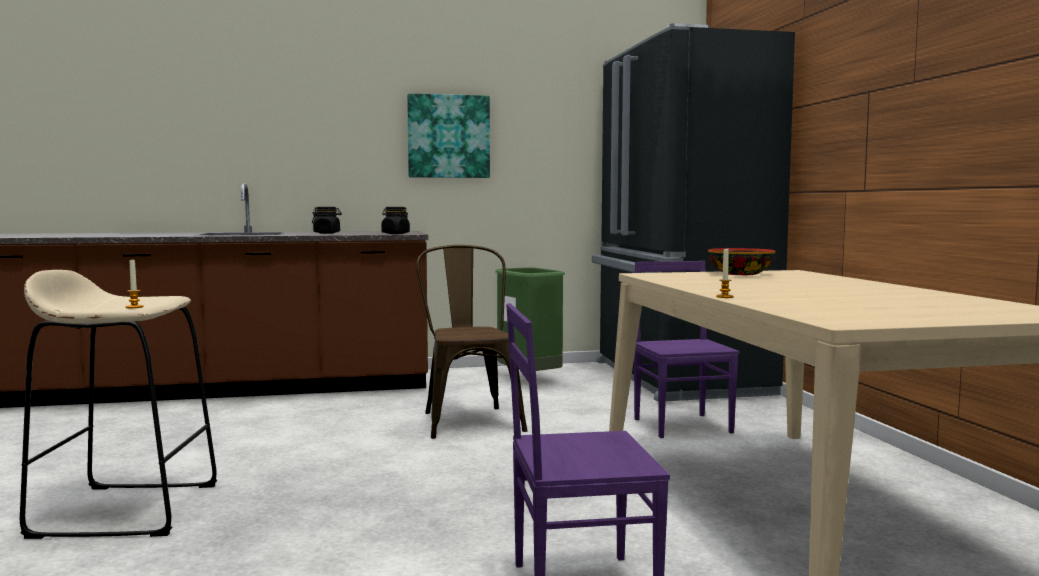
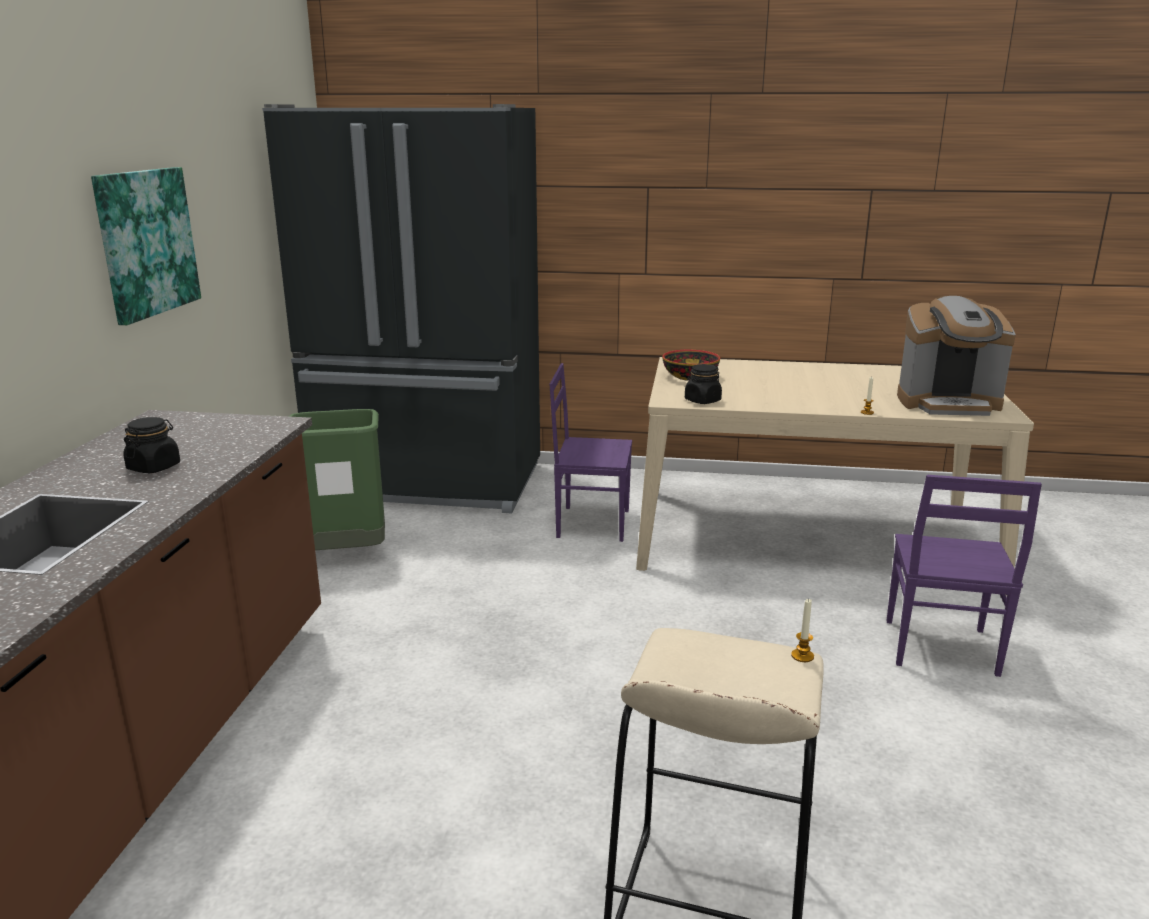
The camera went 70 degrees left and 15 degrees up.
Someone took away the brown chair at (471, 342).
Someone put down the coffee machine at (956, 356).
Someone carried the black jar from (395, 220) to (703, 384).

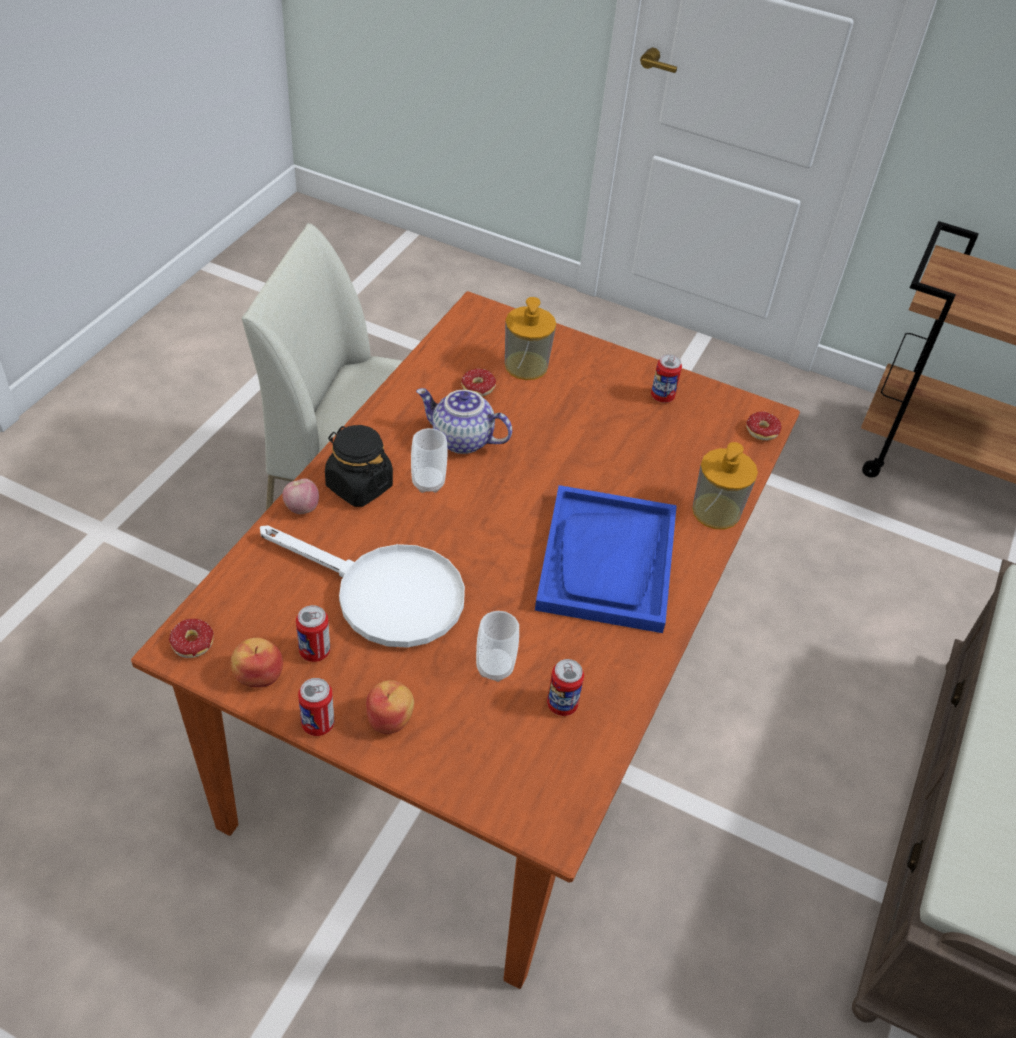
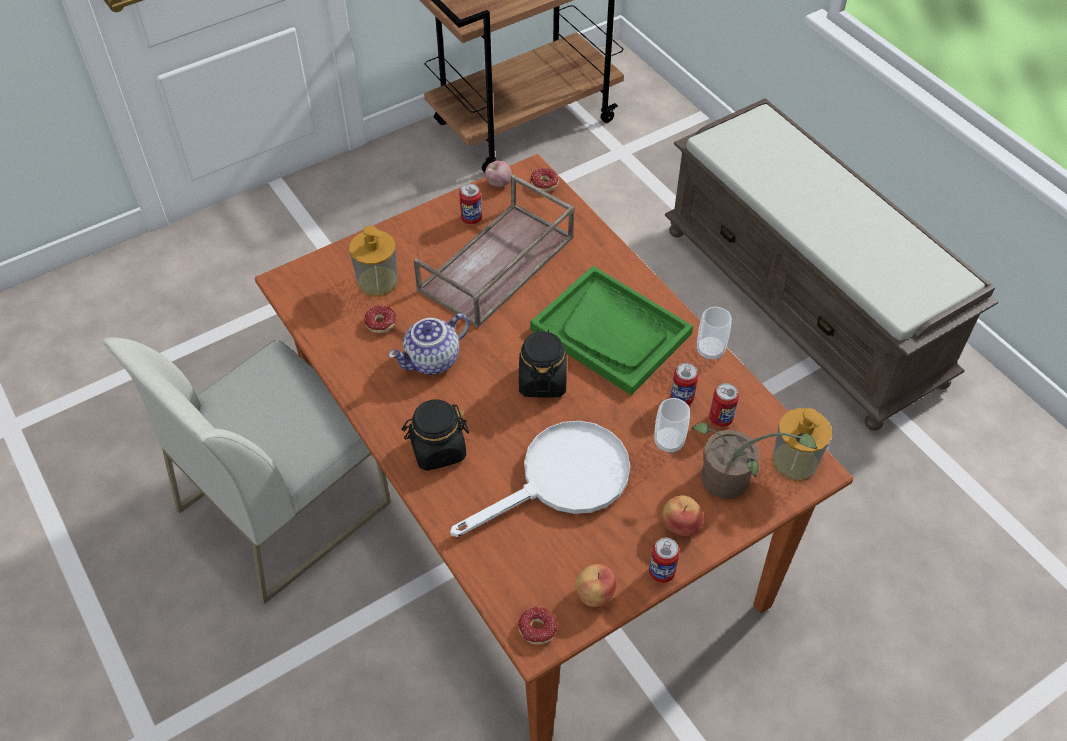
The camera went 55 degrees left and 5 degrees up.
Someone put down the brown tray at (494, 251).
Someone put down the black jar at (543, 363).
Someone put down the potted plant at (754, 460).
Someone carried the apple from (300, 496) to (498, 174).
Someone carried the can from (313, 633) to (684, 384).
Someone carried the cup from (429, 460) to (714, 333).
Someone carried the soap dispenser from (725, 485) to (802, 444).
Someone repainted the blue tray at (606, 559), which became the green tray at (611, 330).

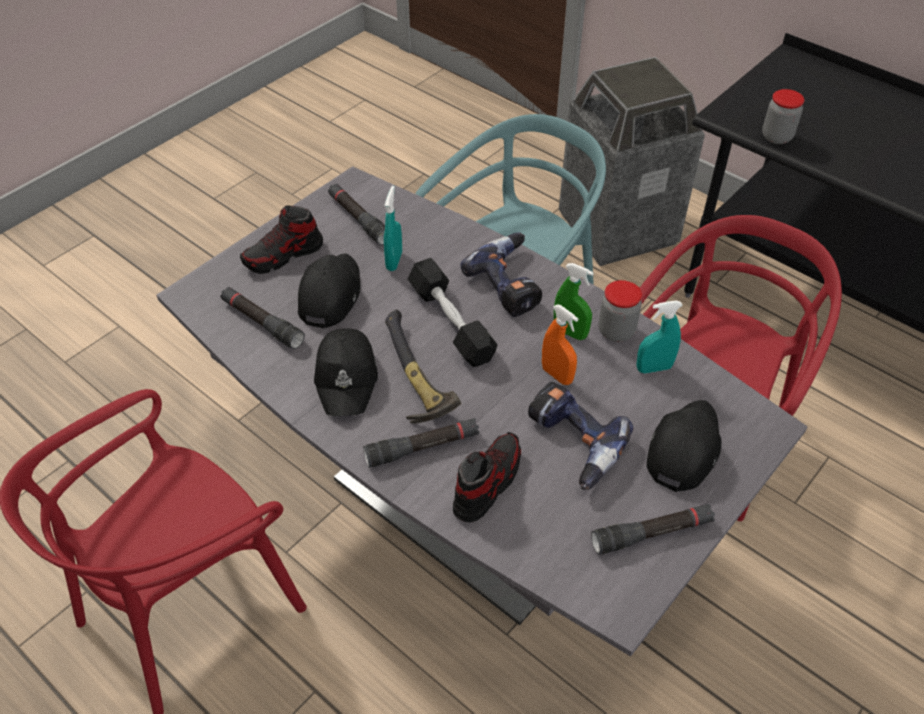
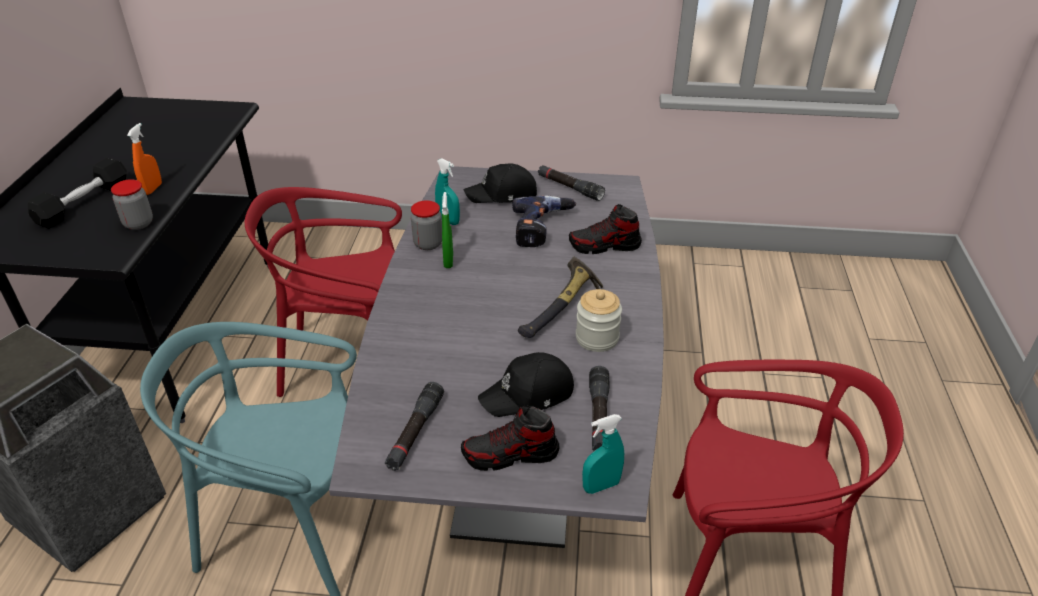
The camera went 125 degrees left and 10 degrees down.
Someone took away the black flashlight at (421, 443).
Someone took away the power drill at (501, 274).
Someone carried the turquoise spray bottle from (393, 228) to (603, 454).
Someone carried the black dumbbell from (452, 312) to (77, 193).
Someone carried the orange spray bottle from (560, 344) to (144, 159).
Someone swapped the black cap at (346, 372) for the jar at (599, 320).
Someone rotated the shoe at (281, 239) by 150 degrees clockwise.

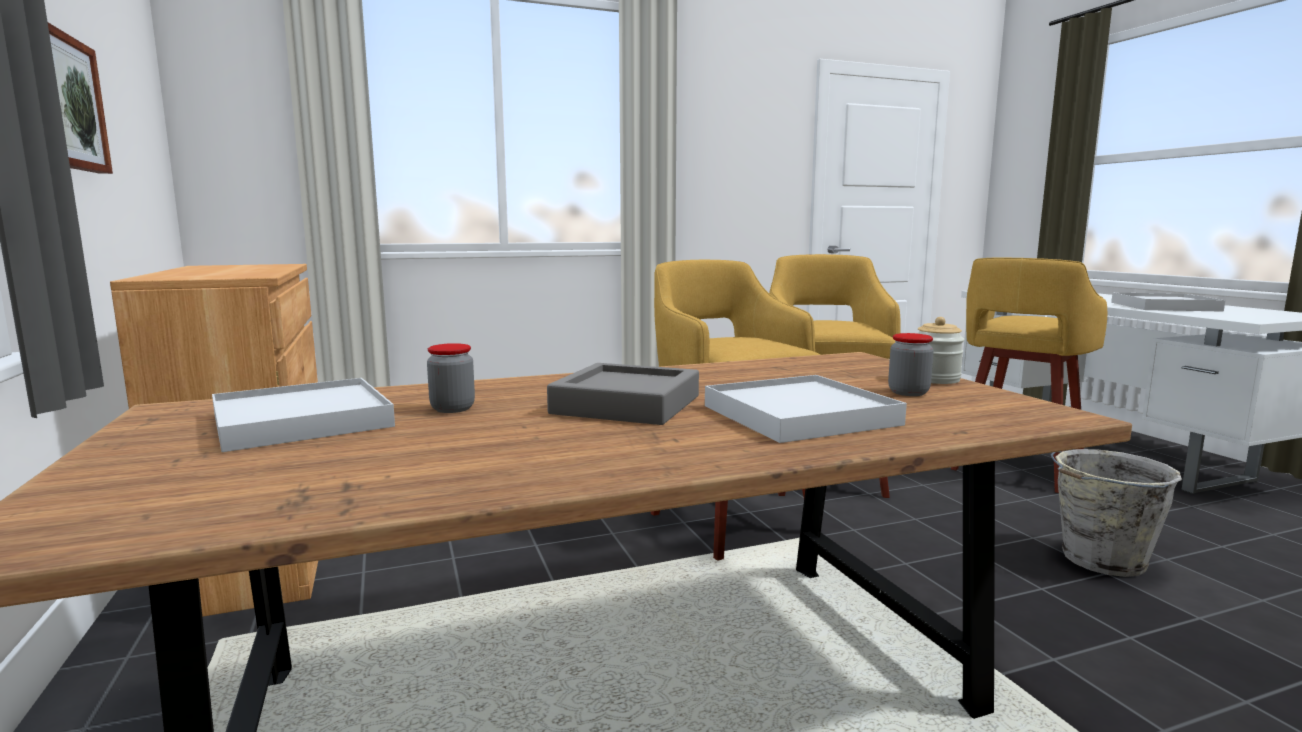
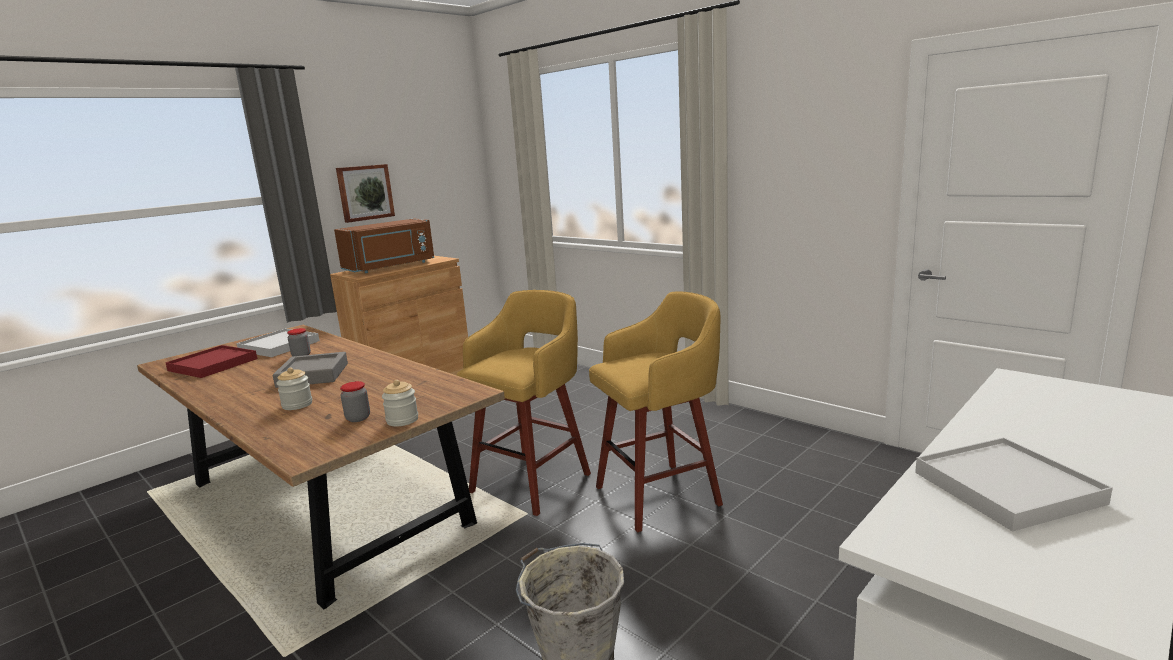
The camera went 65 degrees right and 5 degrees up.
Someone took away the yellow stool at (1029, 375).
Someone put down the red tray at (211, 361).
Someone put down the brown microwave at (384, 246).
Someone swapped the white tray at (806, 409) for the jar at (294, 389).

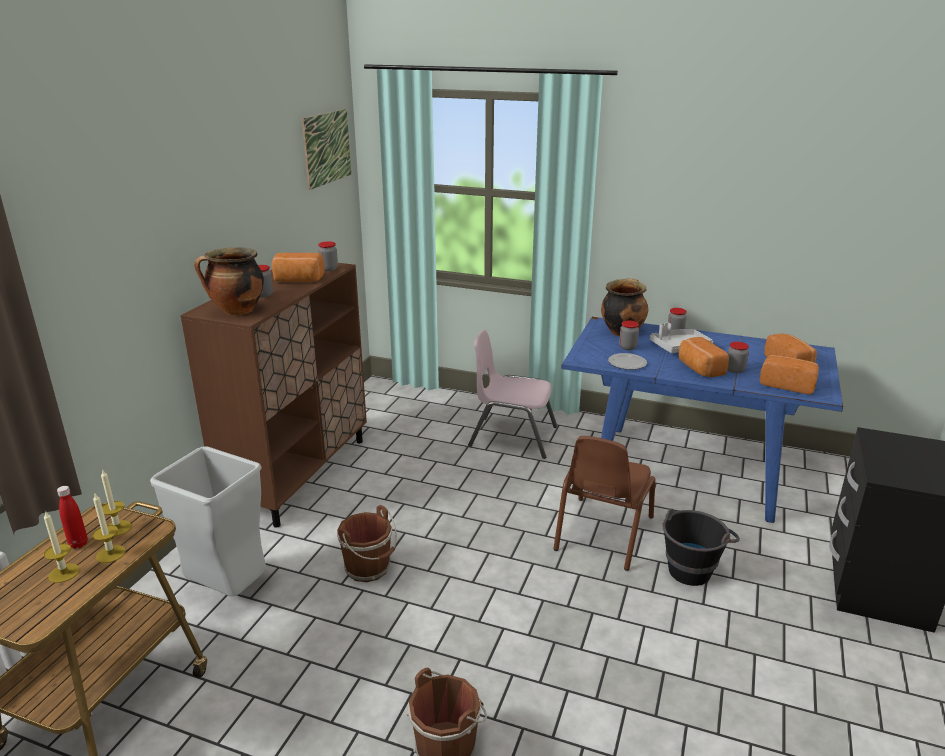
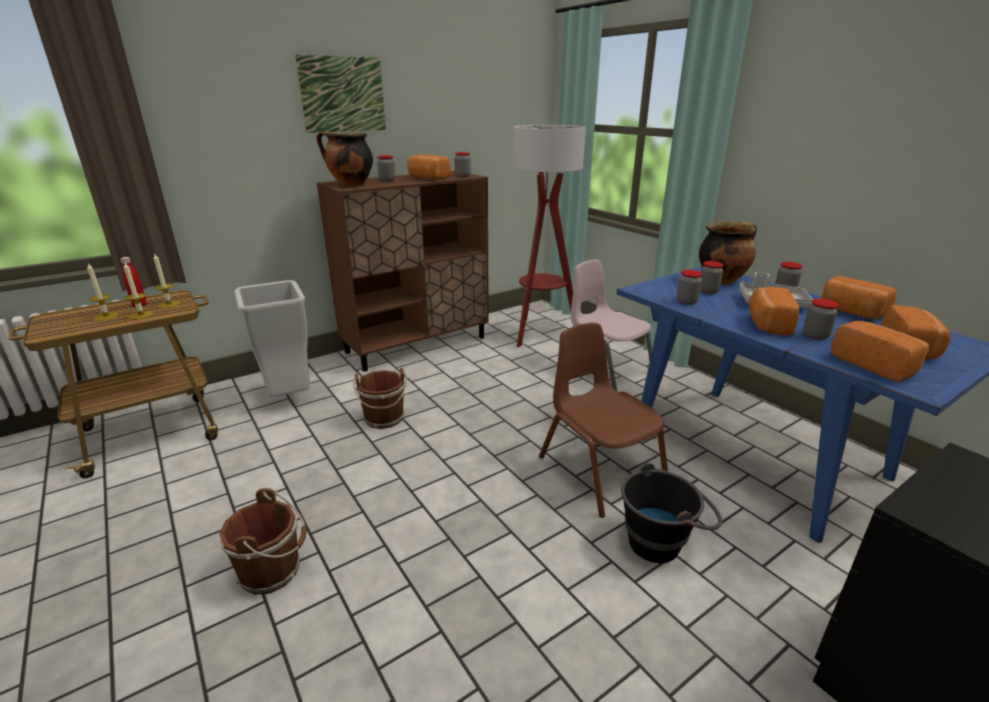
The camera went 35 degrees right and 0 degrees up.
Someone put down the floor lamp at (549, 236).
Someone put down the bread at (859, 297).
Someone carried the picture from (326, 149) to (340, 94).
Someone swapped the plate at (627, 361) for the jar at (690, 287).
Someone rotated the brown chair at (604, 503) by 90 degrees clockwise.

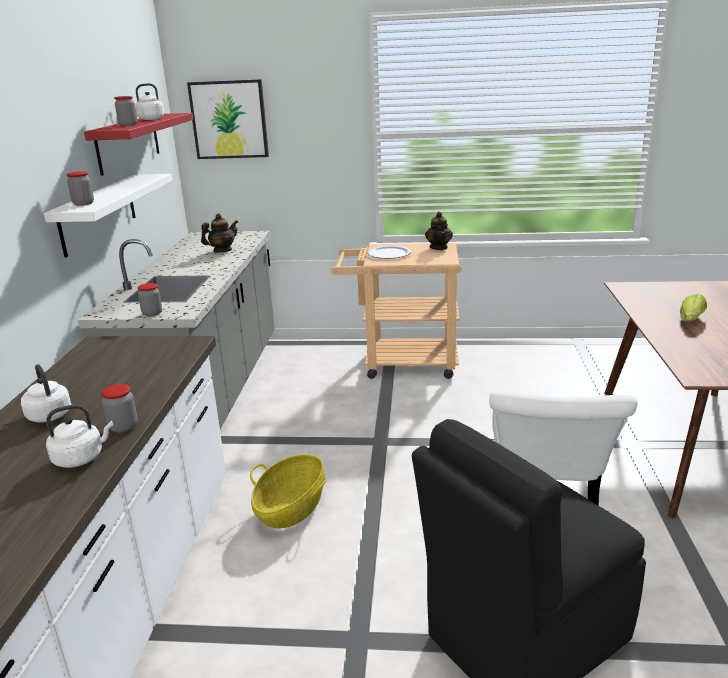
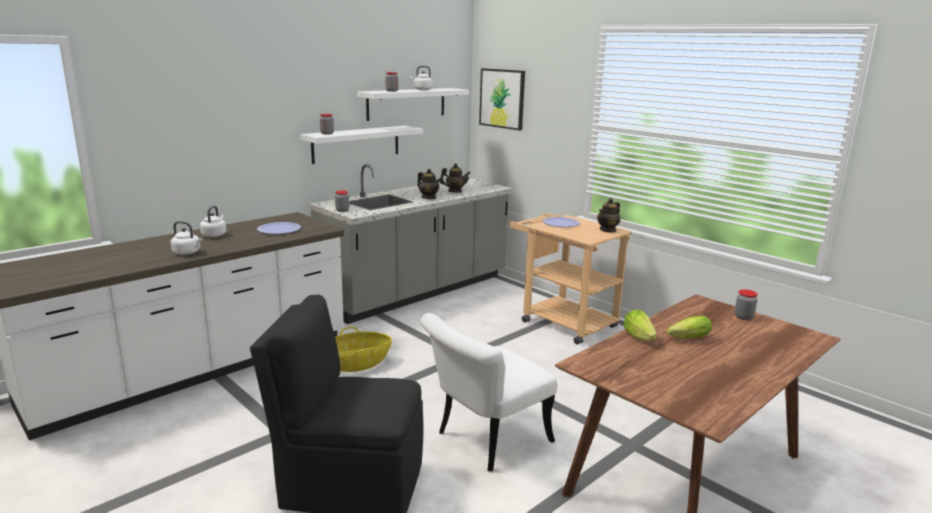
The camera went 40 degrees right and 5 degrees down.
Someone put down the plate at (279, 228).
Someone put down the teapot at (429, 184).
Someone put down the lettuce at (640, 325).
Someone carried the jar from (119, 408) to (746, 304).
Someone repainted the red shelf at (139, 144), which became the white shelf at (413, 104).

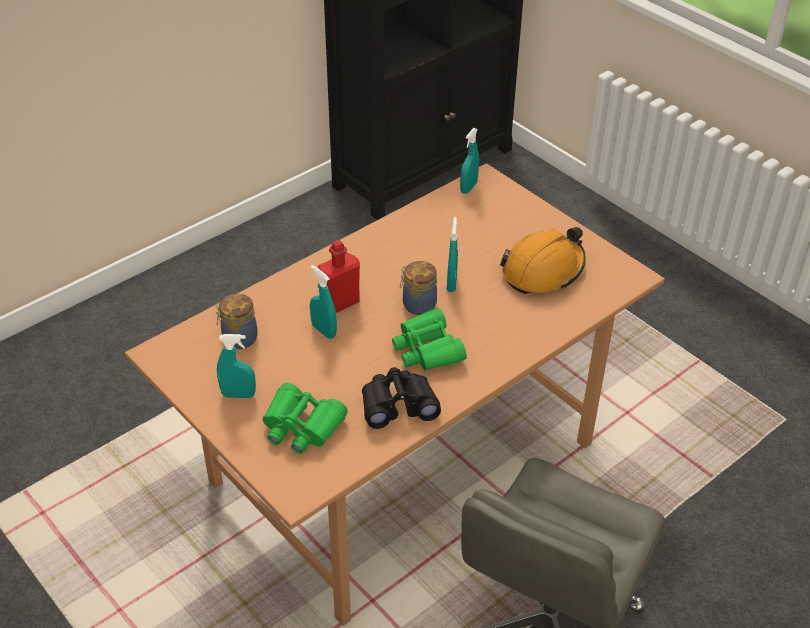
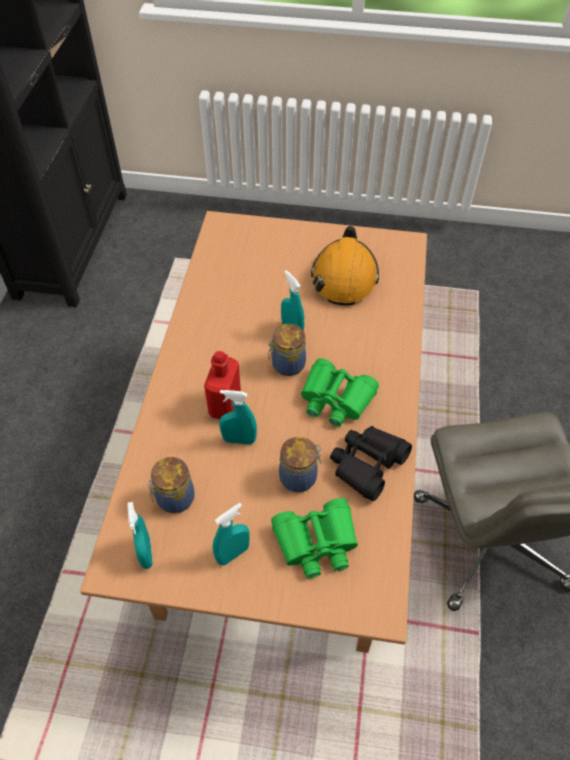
The camera went 40 degrees left and 10 degrees up.
Someone put down the jar at (300, 465).
Someone carried the turquoise spray bottle from (469, 161) to (140, 535).

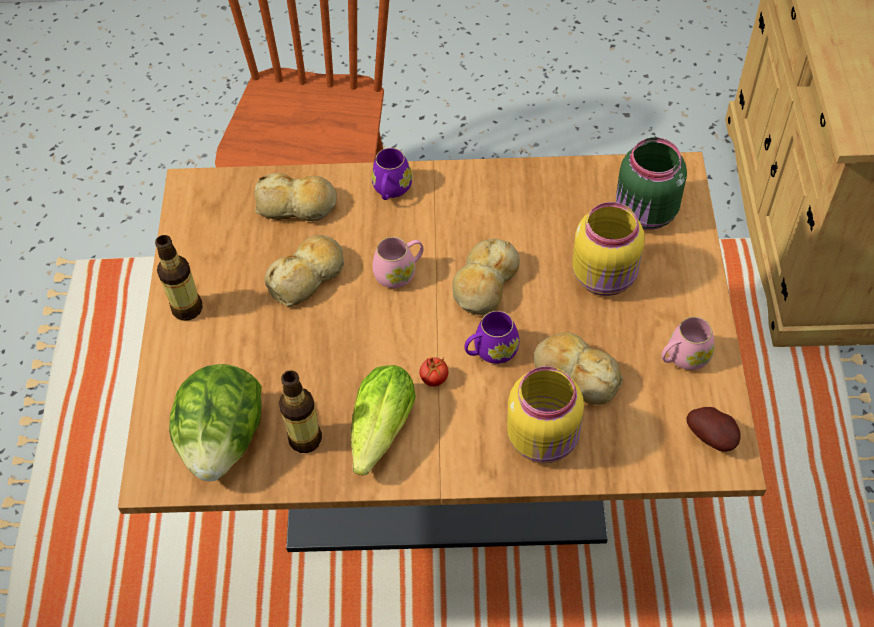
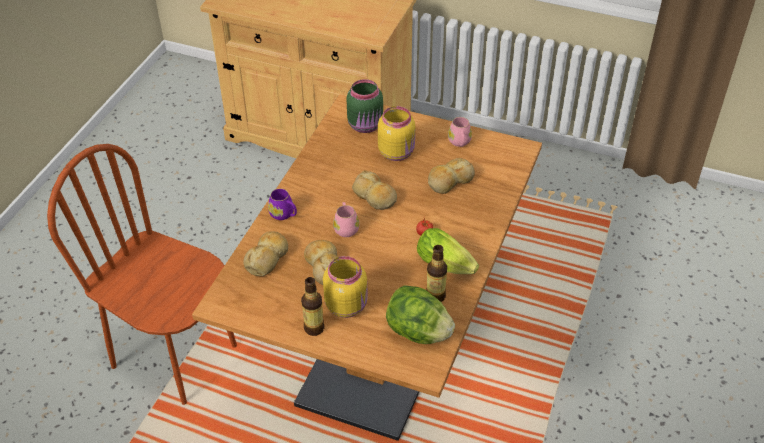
The camera went 70 degrees left and 10 degrees down.
Someone took away the purple mug at (491, 337).
Someone took away the potato at (713, 429).
Someone carried the yellow jar from (545, 414) to (345, 287).

